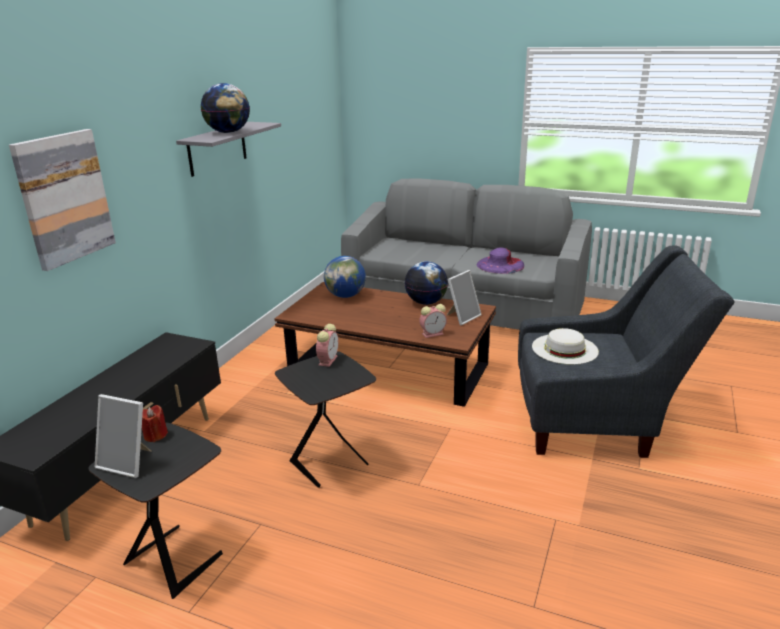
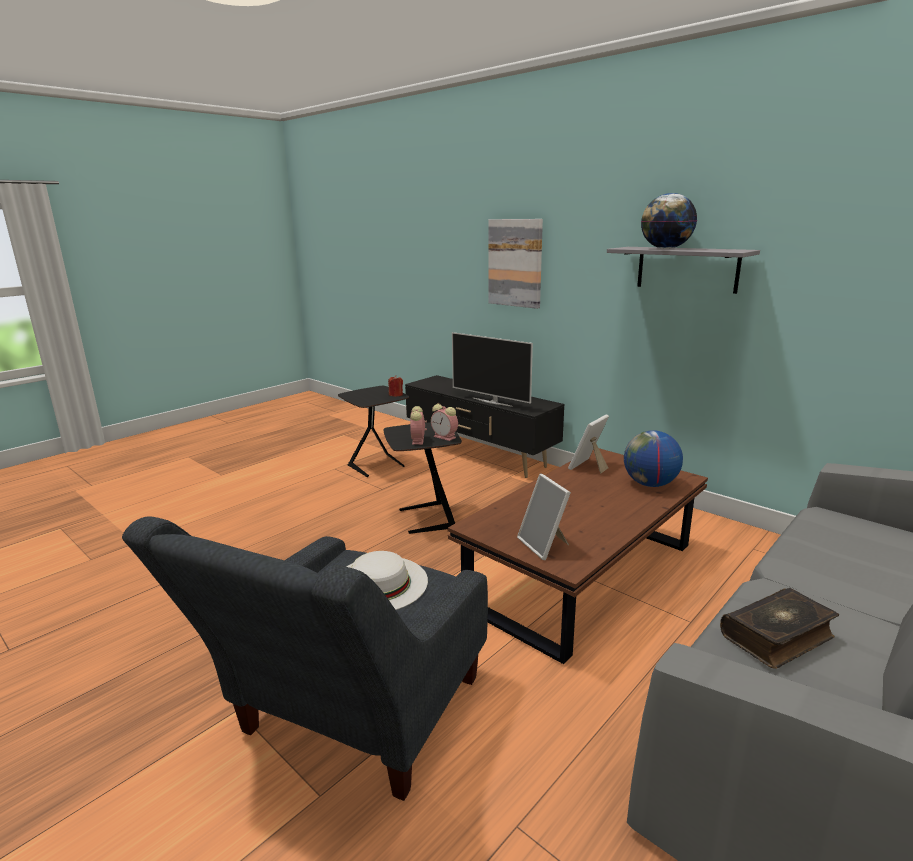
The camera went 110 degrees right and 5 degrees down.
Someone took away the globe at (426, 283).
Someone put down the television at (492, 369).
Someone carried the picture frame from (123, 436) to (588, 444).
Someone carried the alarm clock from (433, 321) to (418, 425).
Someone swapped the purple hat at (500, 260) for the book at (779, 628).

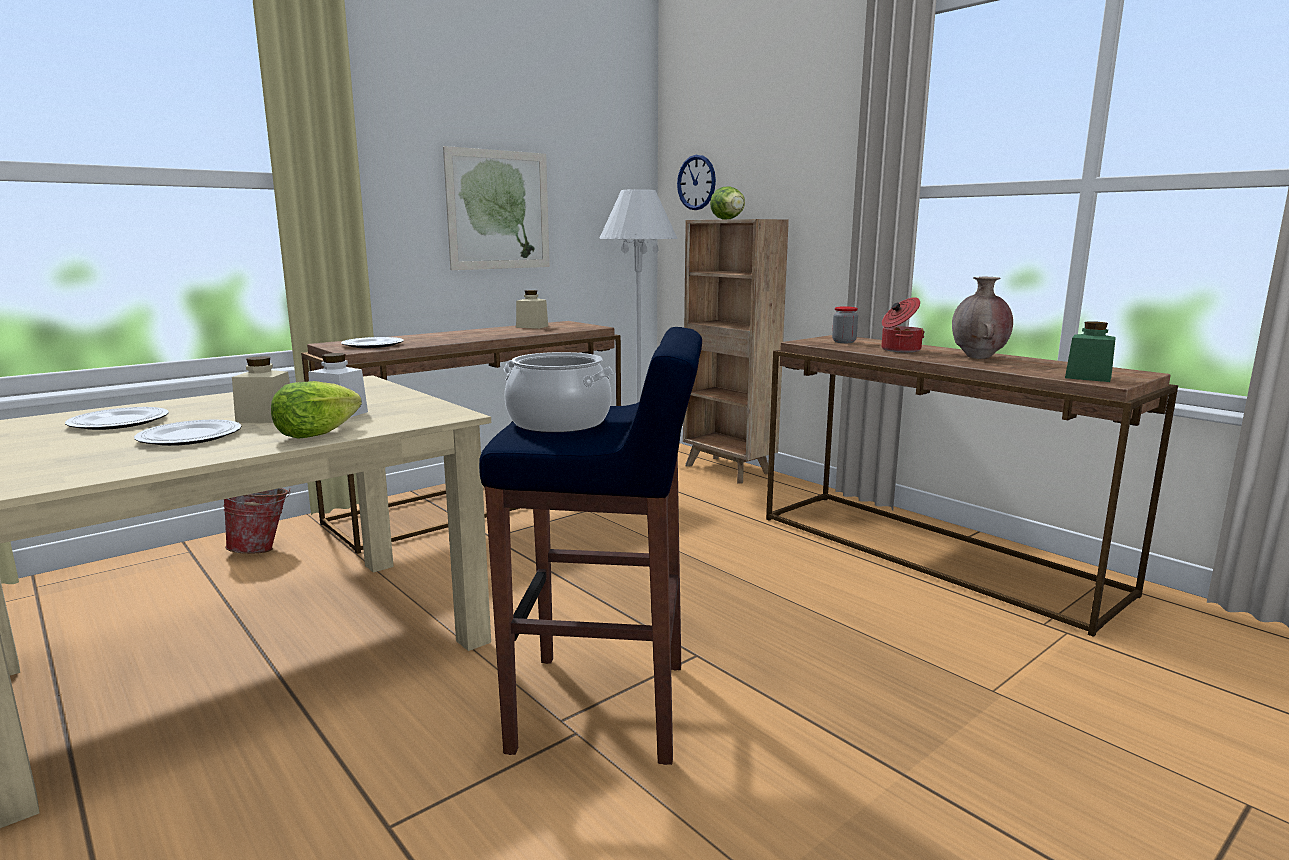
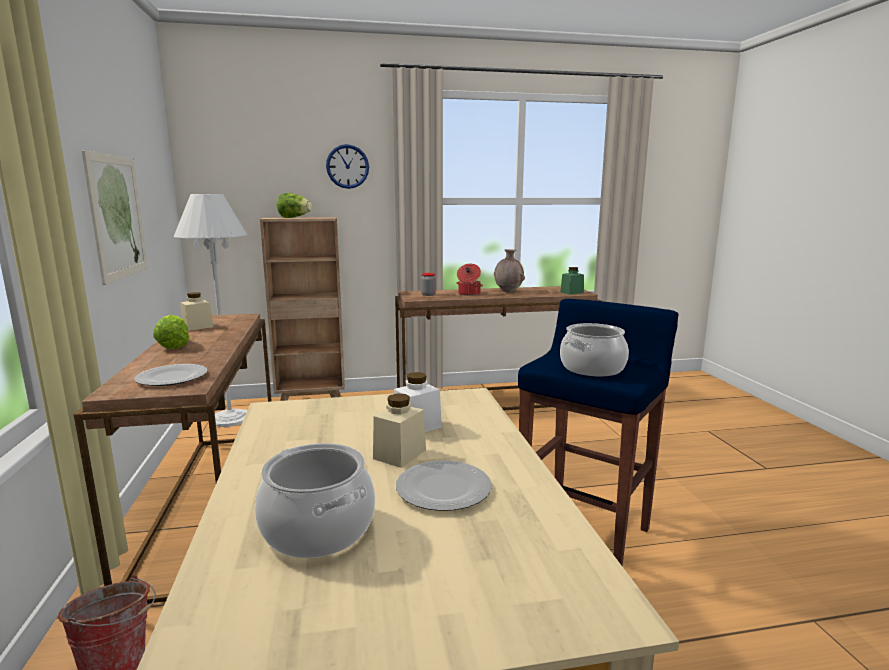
The camera went 60 degrees left and 0 degrees up.
Someone carried the lettuce from (316, 409) to (171, 332).
Someone carried the wall clock from (696, 182) to (347, 166).
Someone swapped the plate at (117, 418) for the cooking pot at (315, 500).

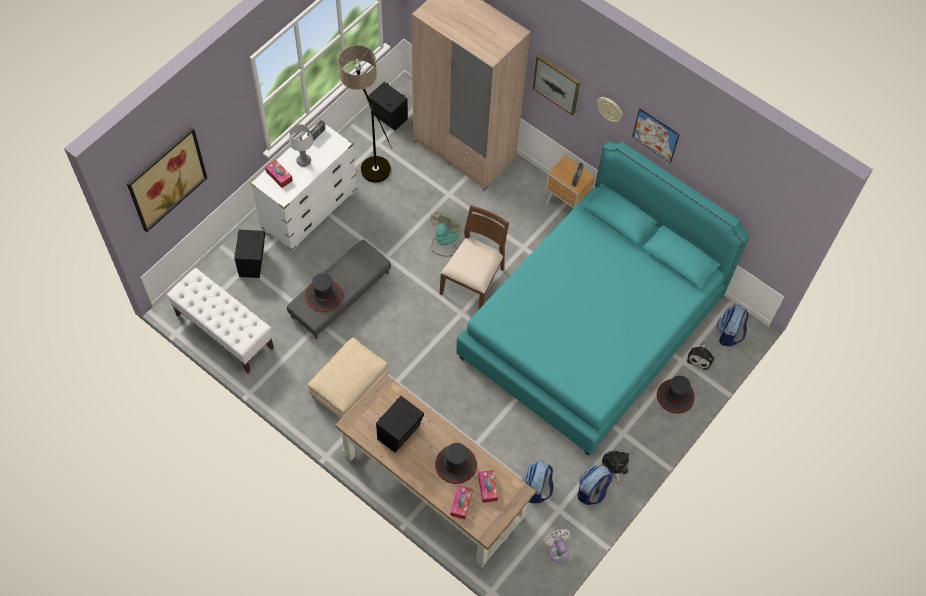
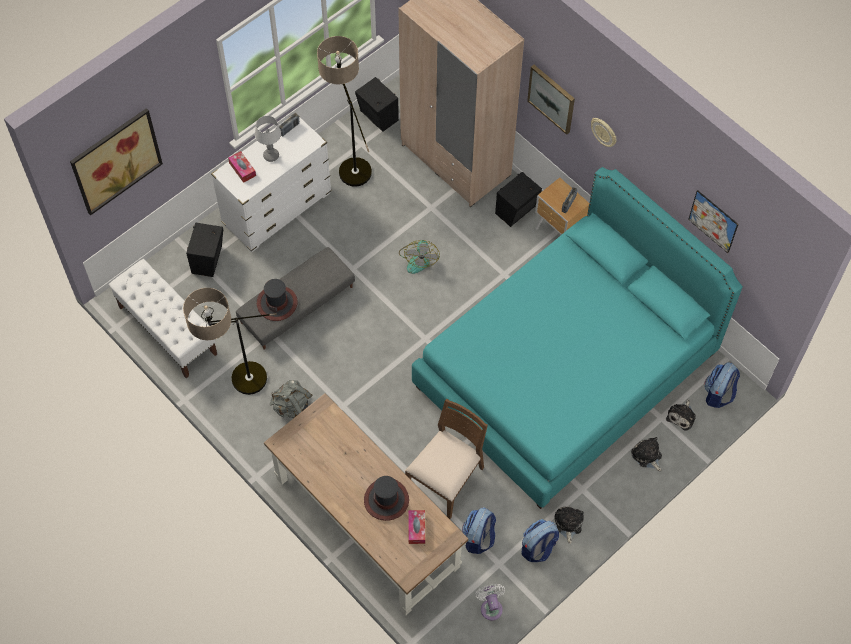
The camera went 10 degrees right and 0 degrees up.
Someone took away the tissue box at (461, 502).
Someone put down the floor lamp at (230, 341).
Someone carried the black speaker from (400, 424) to (518, 199).
Someone carried the brown chair from (474, 257) to (446, 459).
Someone carried the picture from (656, 135) to (713, 221).
Someone swapped the beige ottoman at (348, 378) for the grey backpack at (291, 399).
Someone swapped the hat at (676, 395) for the plush toy at (646, 454).
Someone rotated the fan at (445, 234) by 150 degrees clockwise.

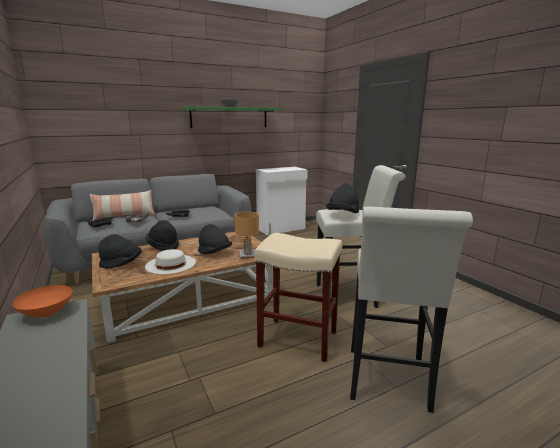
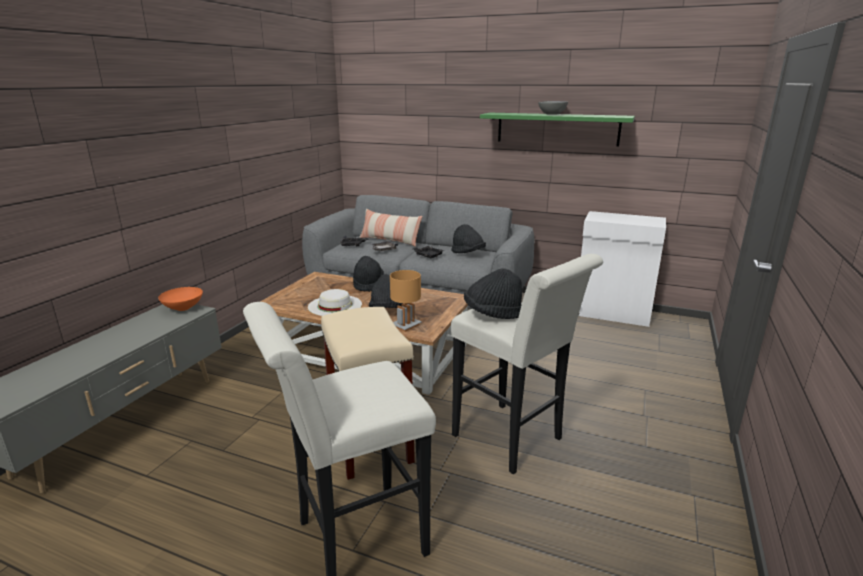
The camera went 50 degrees right and 5 degrees up.
Someone carried the black hat from (120, 251) to (468, 238).

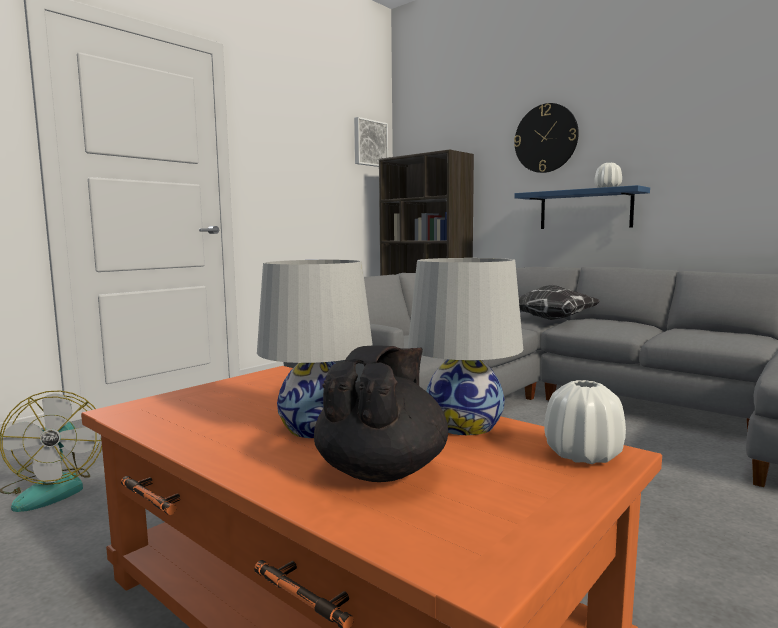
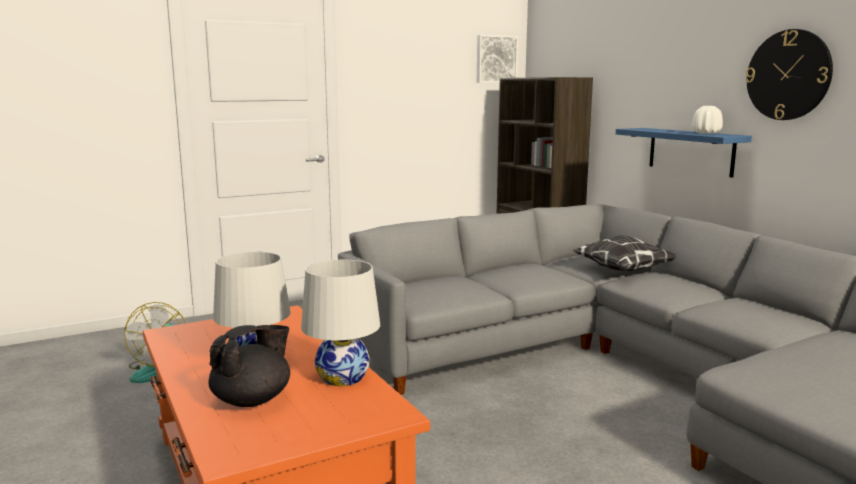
The camera went 20 degrees right and 5 degrees up.
Someone took away the white vase at (585, 422).
Someone carried the wall clock from (546, 138) to (789, 74).

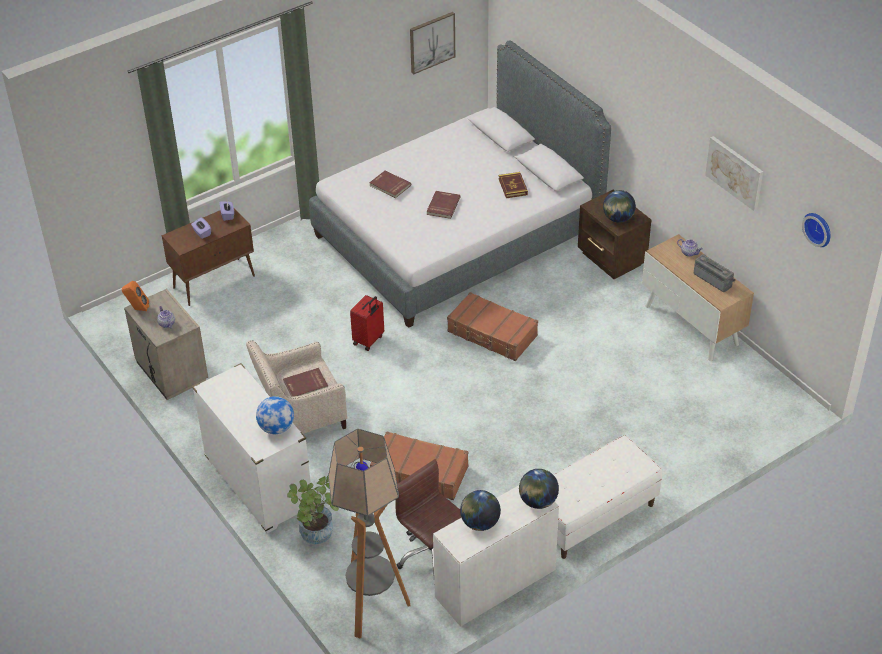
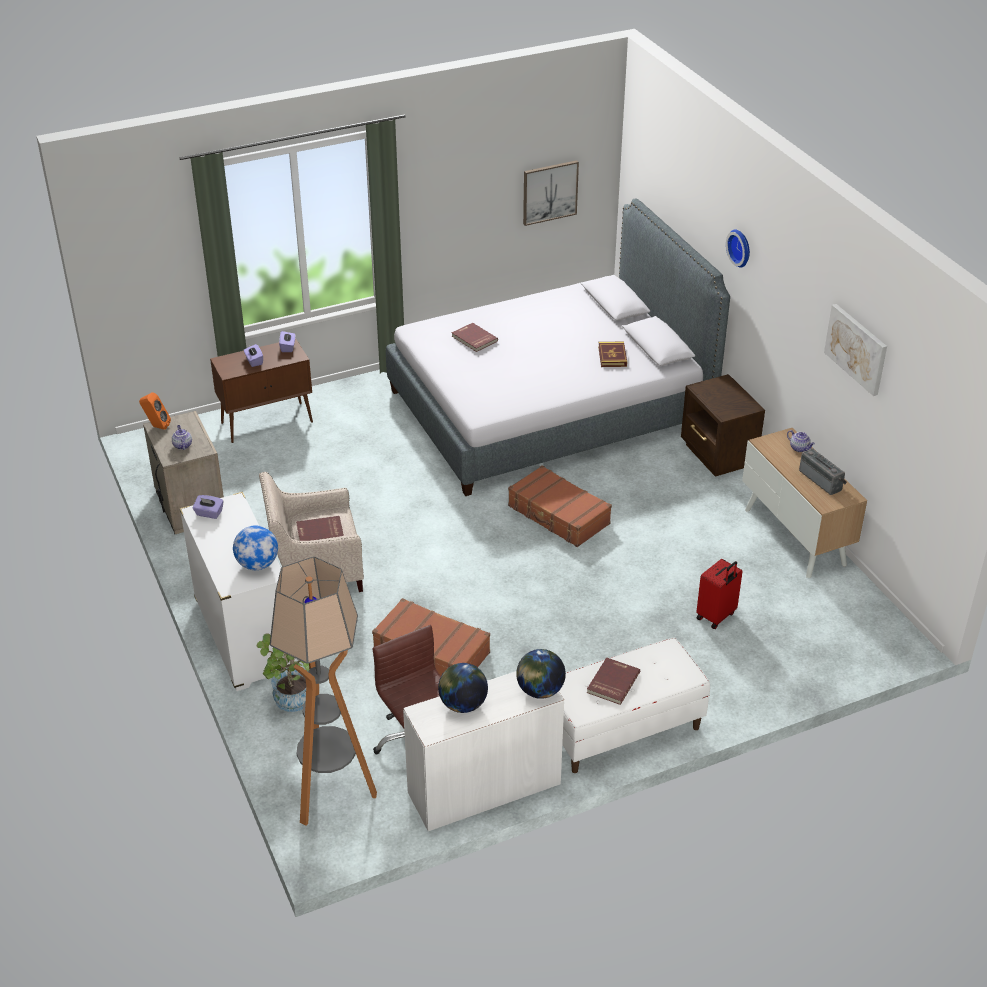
The camera went 10 degrees right and 5 degrees down.
Someone took away the globe at (619, 206).
Someone put down the purple tissue box at (208, 507).
Someone carried the red suitcase from (367, 323) to (719, 594).
Someone carried the red book from (443, 205) to (613, 681).
Someone carried the wall clock from (816, 230) to (738, 248).

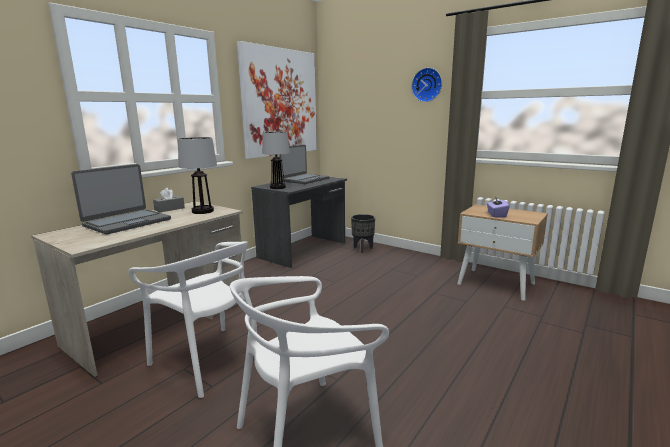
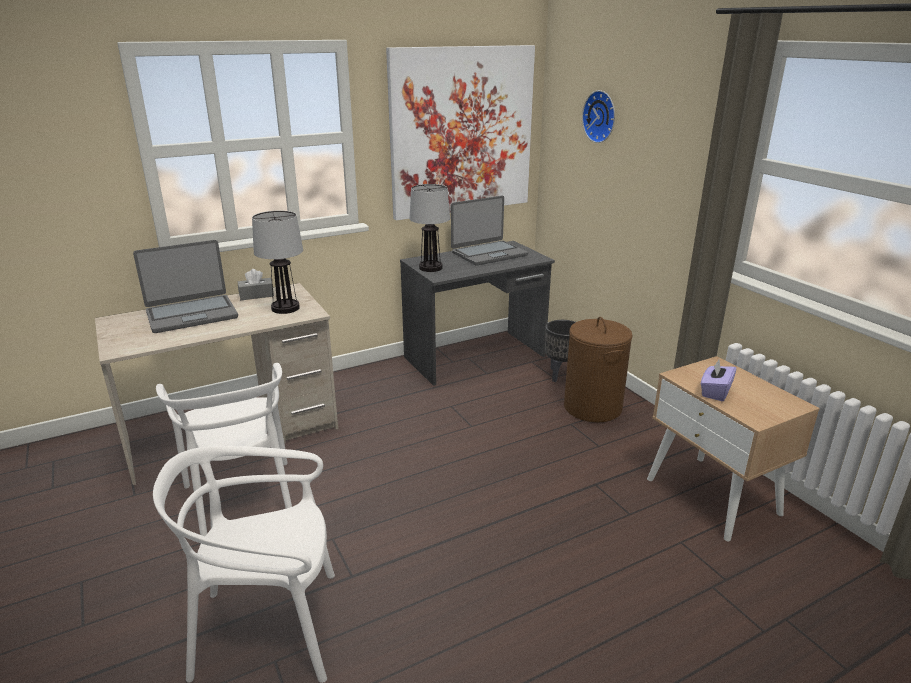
The camera went 25 degrees right and 10 degrees up.
Someone put down the brown laundry basket at (598, 369).
Someone carried the wall clock from (426, 85) to (598, 116).

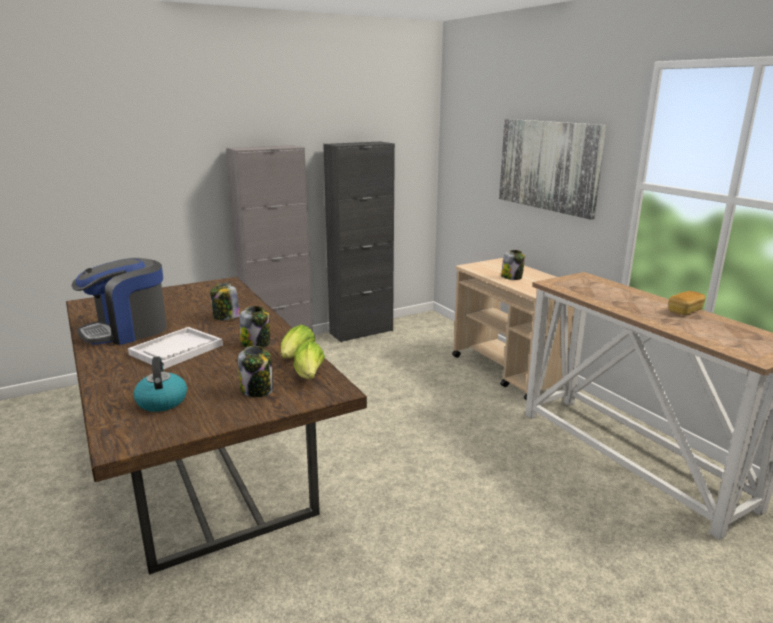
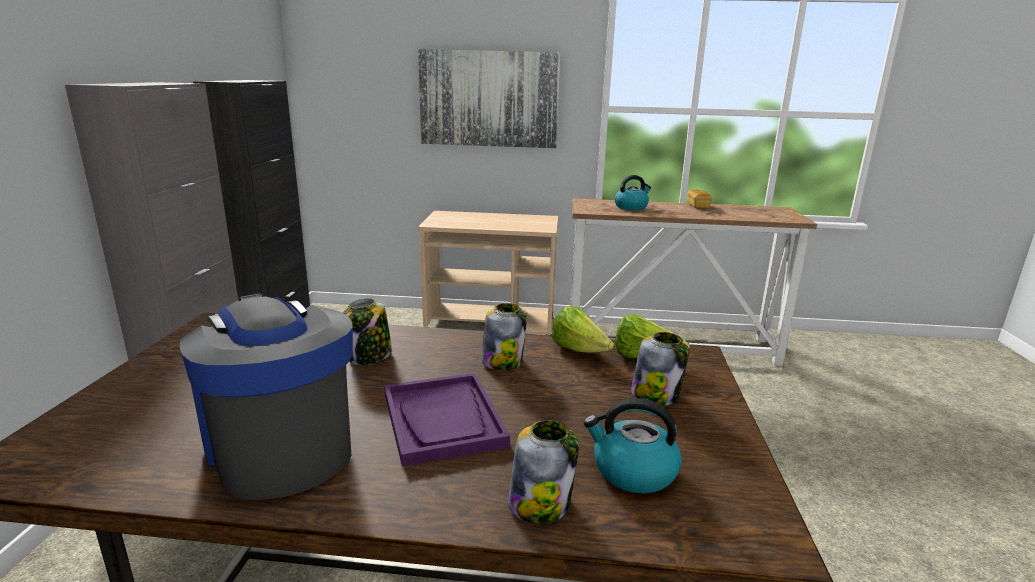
The camera went 55 degrees left and 0 degrees up.
Someone put down the kettle at (633, 192).
Someone carried the jar from (513, 265) to (543, 472).
Someone repainted the white tray at (175, 348), which became the purple tray at (447, 420).
Someone rotated the coffee machine at (119, 301) by 150 degrees clockwise.

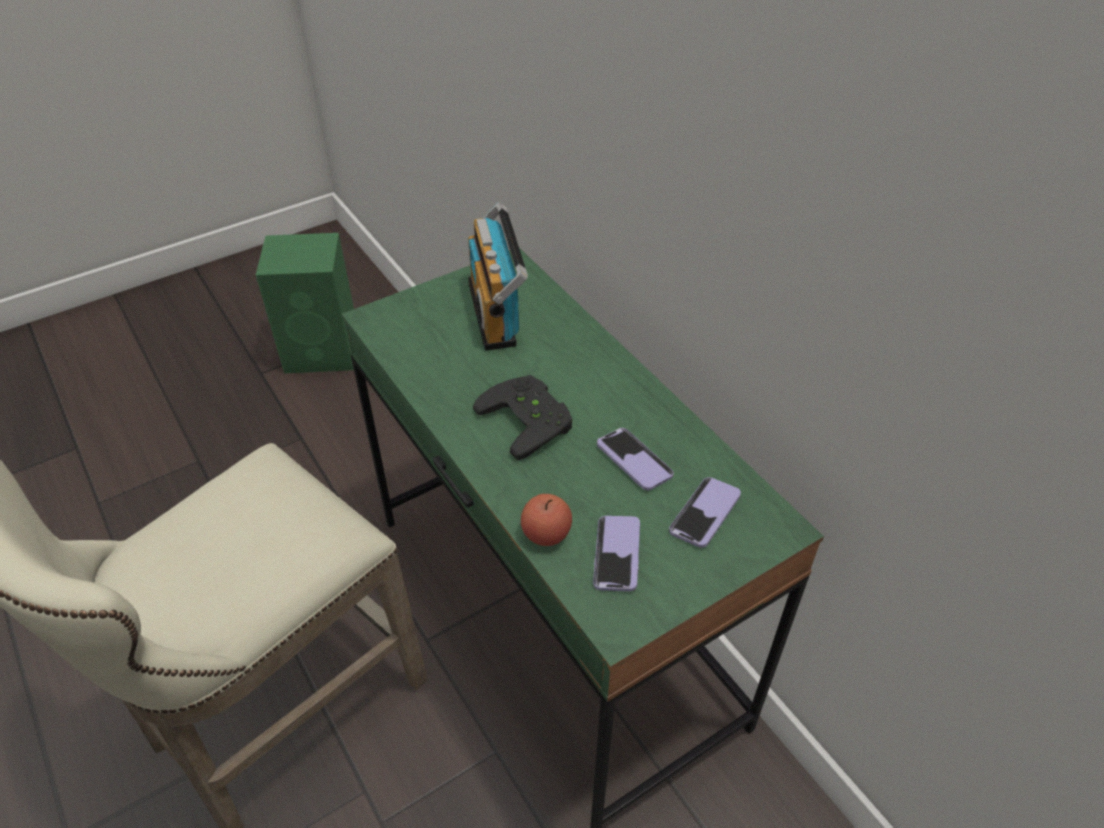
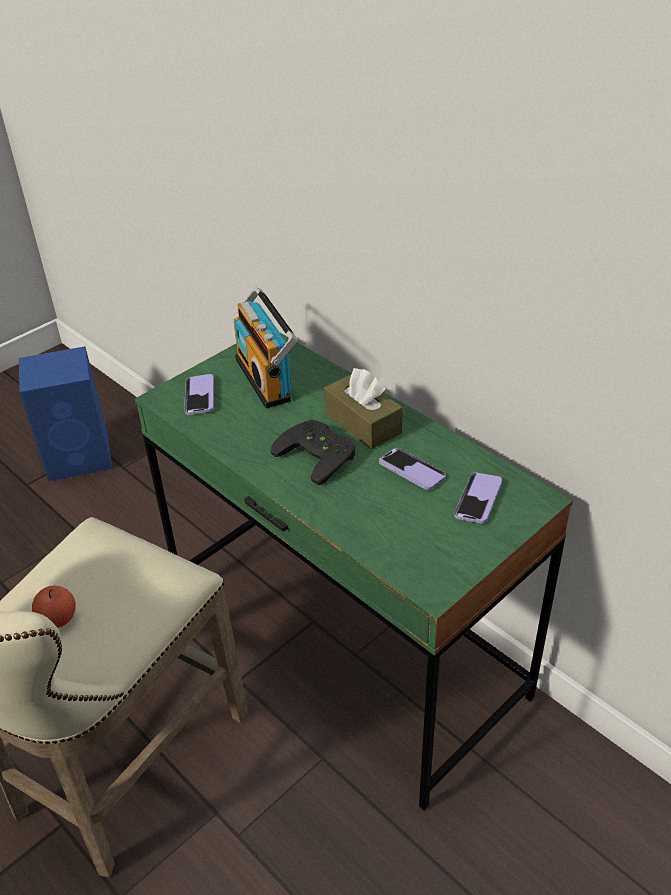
The camera went 10 degrees left and 5 degrees down.
Someone put down the brown tissue box at (363, 409).
Someone carried the apple from (546, 520) to (54, 607).
Someone carried the phone from (616, 553) to (199, 394).
Someone repainted the green speaker at (305, 303), which became the blue speaker at (65, 414).

